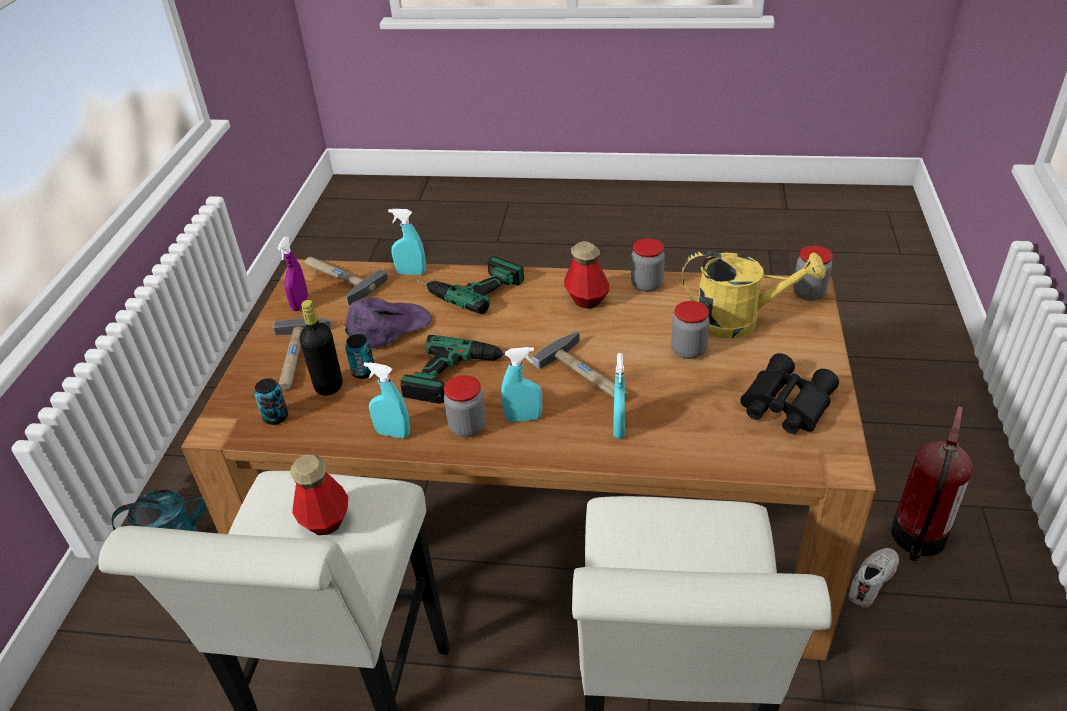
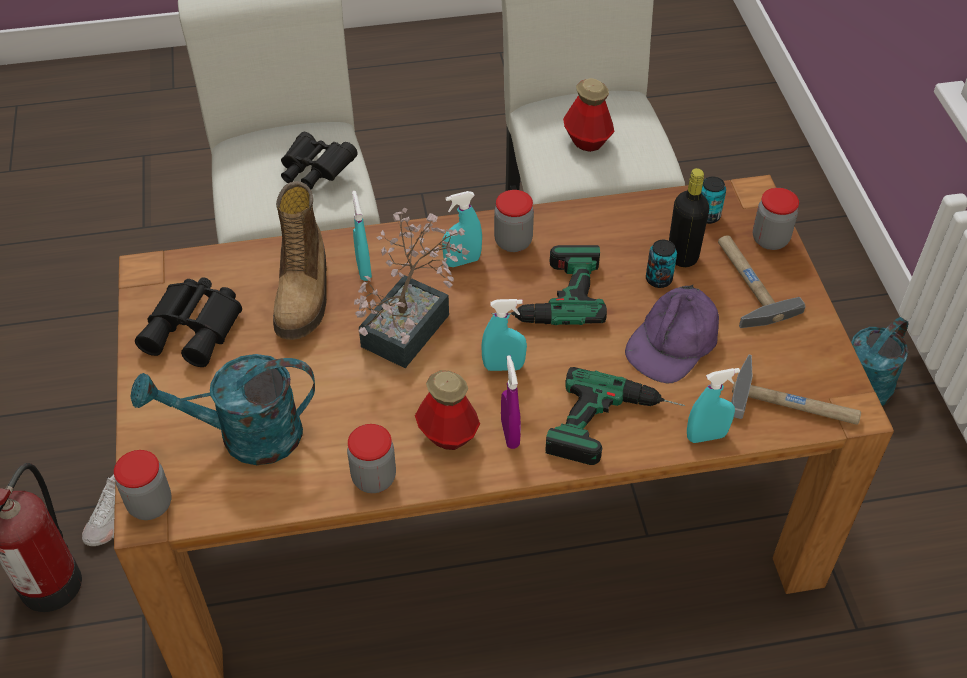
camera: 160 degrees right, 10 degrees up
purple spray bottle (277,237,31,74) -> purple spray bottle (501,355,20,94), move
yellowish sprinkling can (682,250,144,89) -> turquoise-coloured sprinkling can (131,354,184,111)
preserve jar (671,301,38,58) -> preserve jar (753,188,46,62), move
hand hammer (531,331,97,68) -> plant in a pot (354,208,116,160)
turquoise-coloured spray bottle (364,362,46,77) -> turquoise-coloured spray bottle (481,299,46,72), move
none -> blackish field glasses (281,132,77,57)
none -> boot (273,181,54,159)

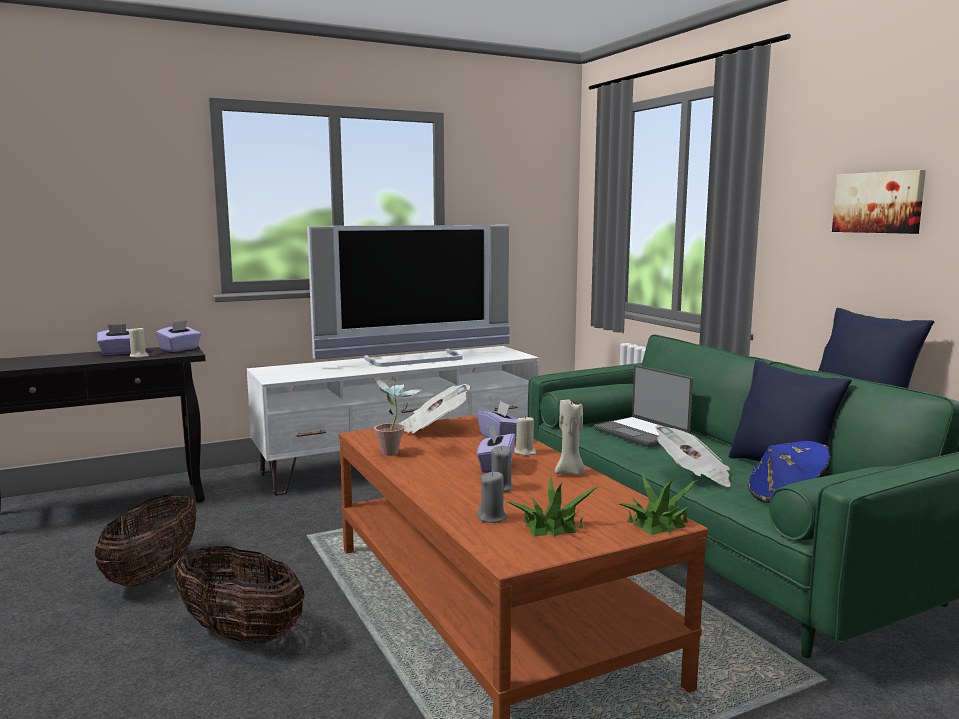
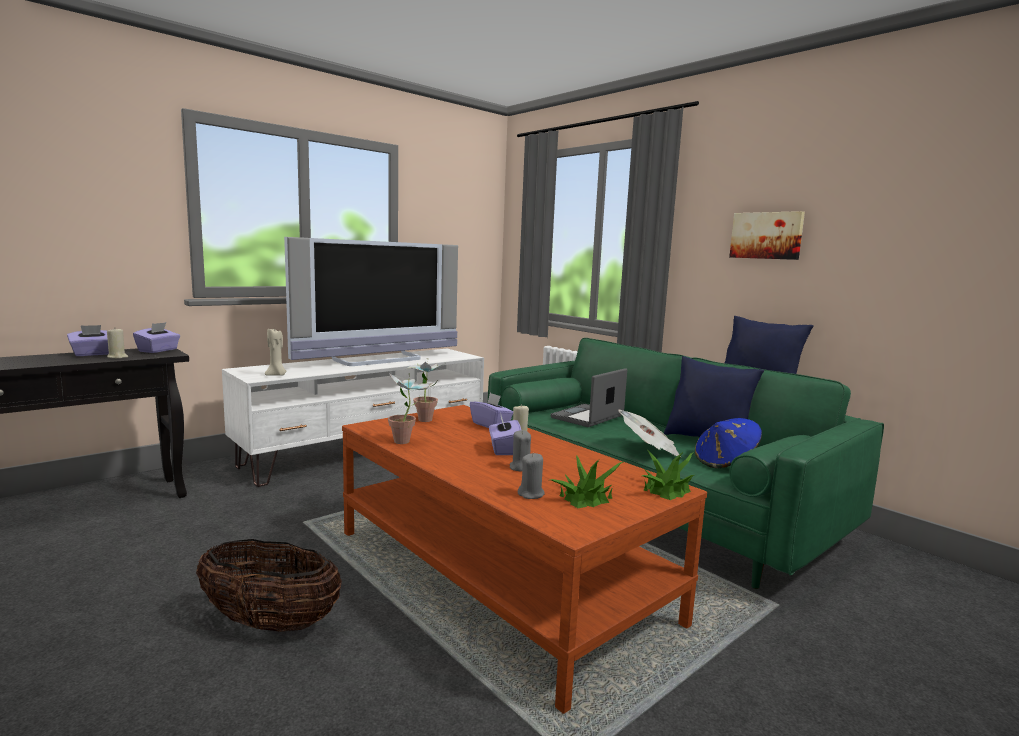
camera: 15 degrees left, 0 degrees up
laptop (594,365,99,82) -> laptop (550,368,77,59), 90 degrees clockwise
newspaper (398,384,73,50) -> plant in a pot (408,359,37,63)
beige-coloured wax candle (555,399,30,76) -> beige-coloured wax candle (265,329,22,47), move
household basket (95,494,101,92) -> none

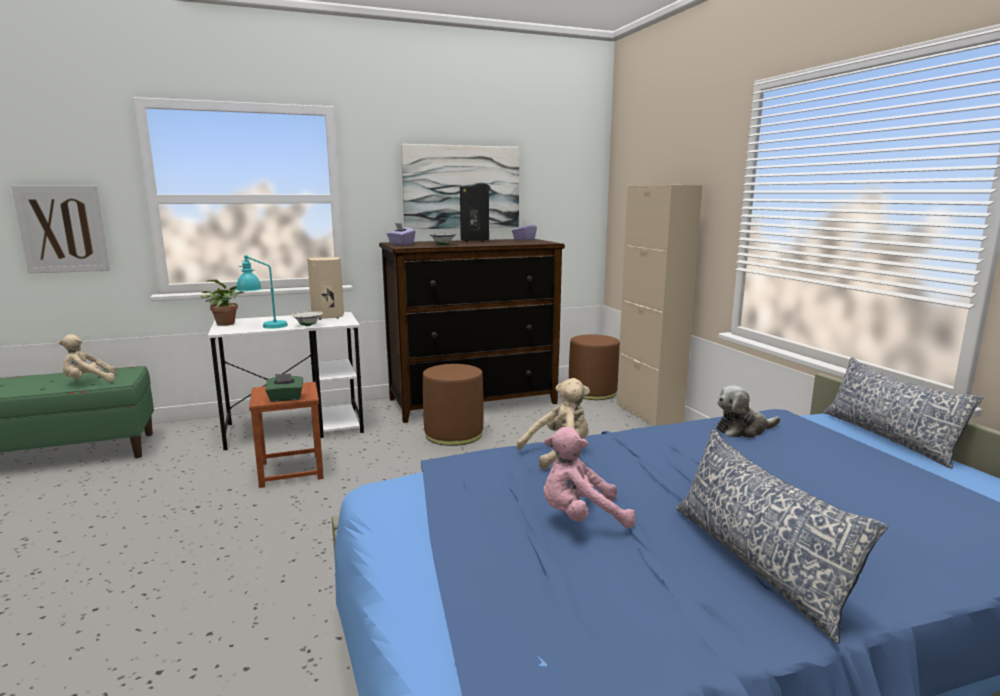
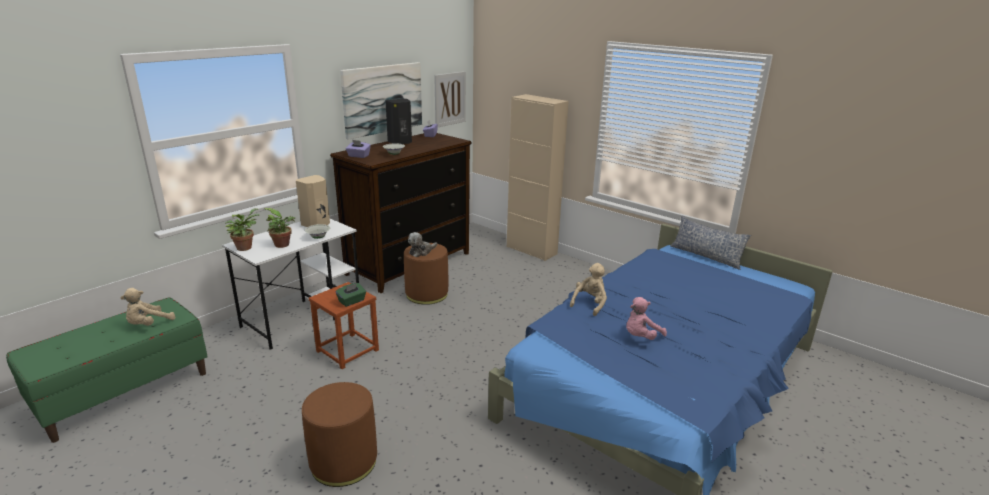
camera: 30 degrees left, 10 degrees up
wall art (12,185,98,89) -> wall art (434,71,32,56), move
turquoise-coloured tabletop lamp (236,255,52,74) -> plant in a pot (264,208,32,40)
brown-coloured pouffe (569,334,51,66) -> brown-coloured pouffe (302,382,75,105), move
cuddly toy (717,386,63,52) -> cuddly toy (408,232,29,25), move
throw pillow (676,429,212,215) -> none

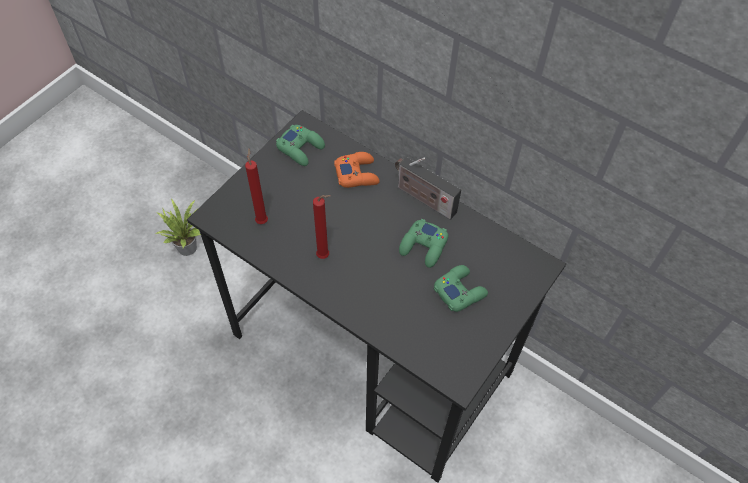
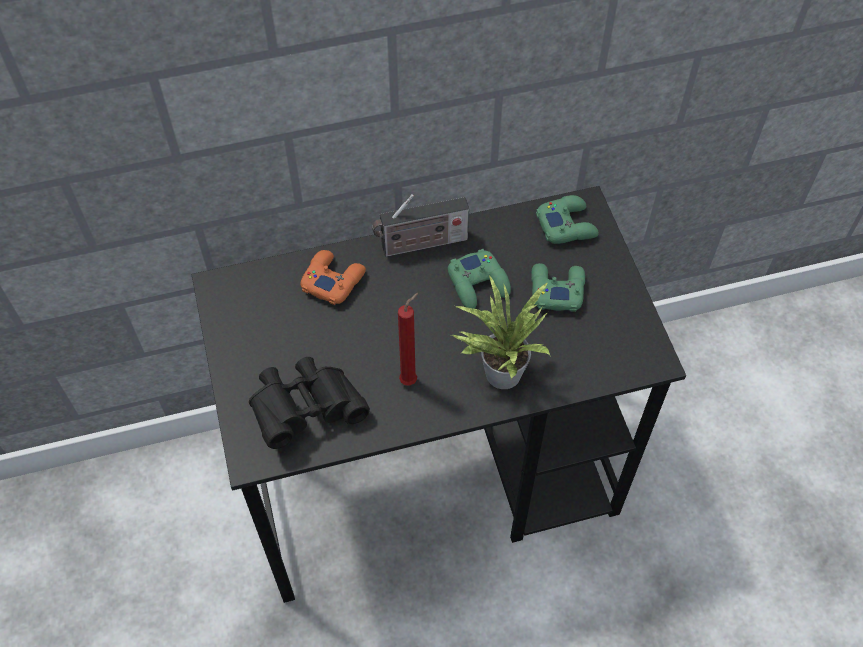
camera: 50 degrees left, 0 degrees up
green joypad (276,124,49,42) -> green joypad (536,195,63,49), move
red-coloured wax candle (245,149,23,75) -> blackish field glasses (249,357,121,92)
plant in a pot (156,198,45,58) -> plant in a pot (452,275,99,114), move

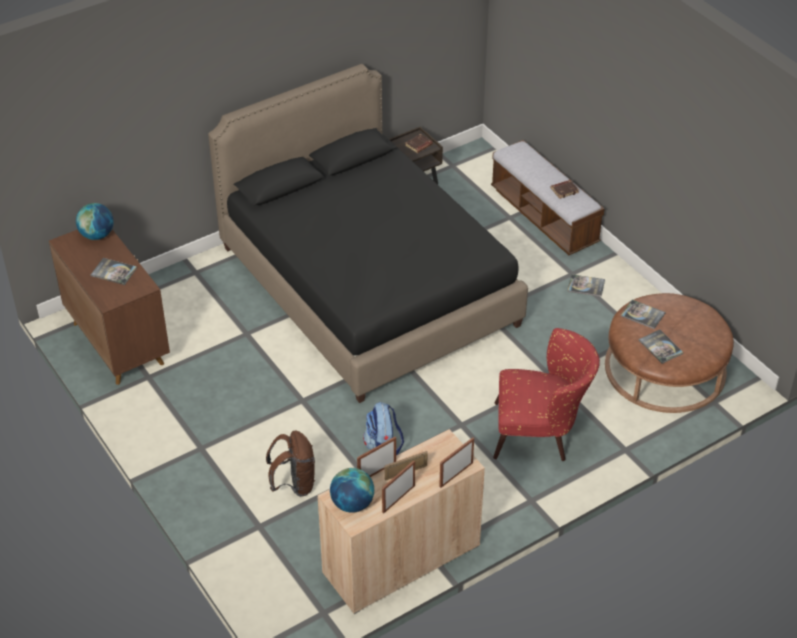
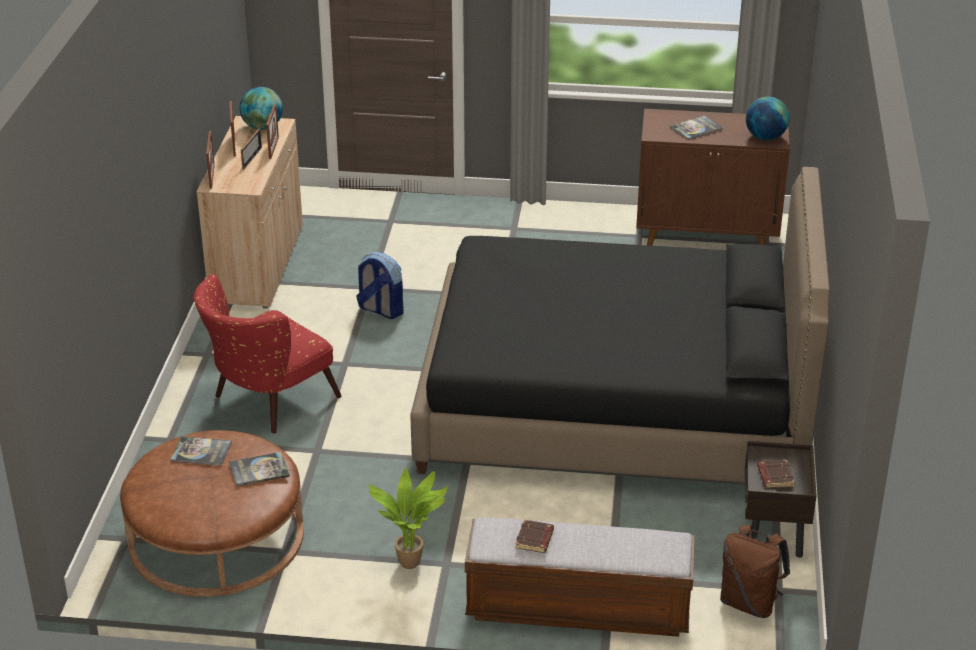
camera: 130 degrees right, 10 degrees down
volume (567,274,38,23) -> plant in a pot (369,468,79,101)
brown-coloured rucksack (266,431,49,66) -> brown-coloured rucksack (720,525,70,93), move

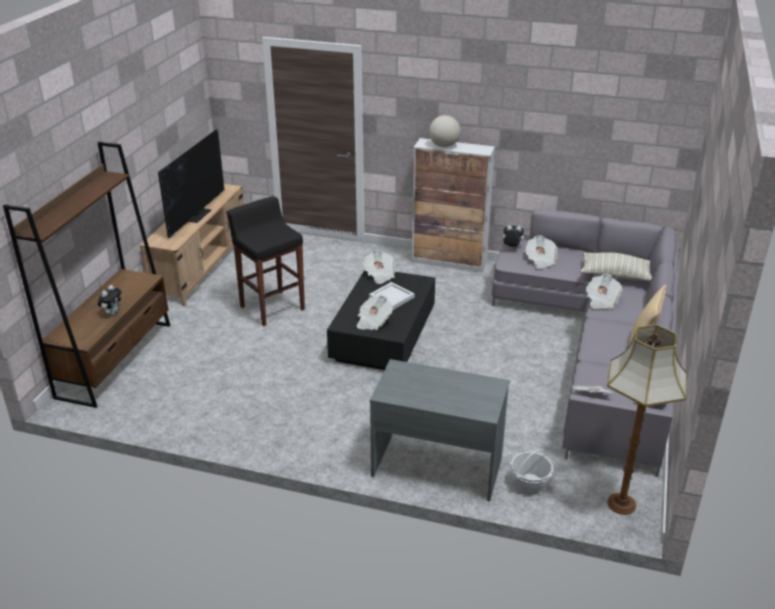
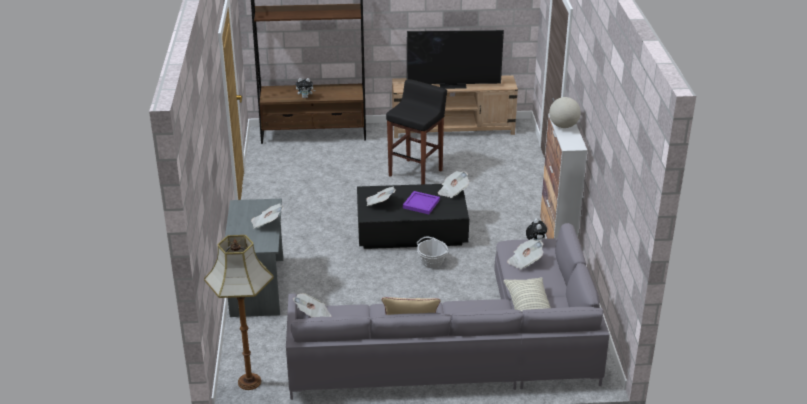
camera: 70 degrees right, 0 degrees up
newspaper (586,274,36,35) -> newspaper (251,204,32,24), move
white tray (369,282,46,28) -> purple tray (403,191,37,23)
household basket (510,449,43,44) -> household basket (417,237,32,31), move

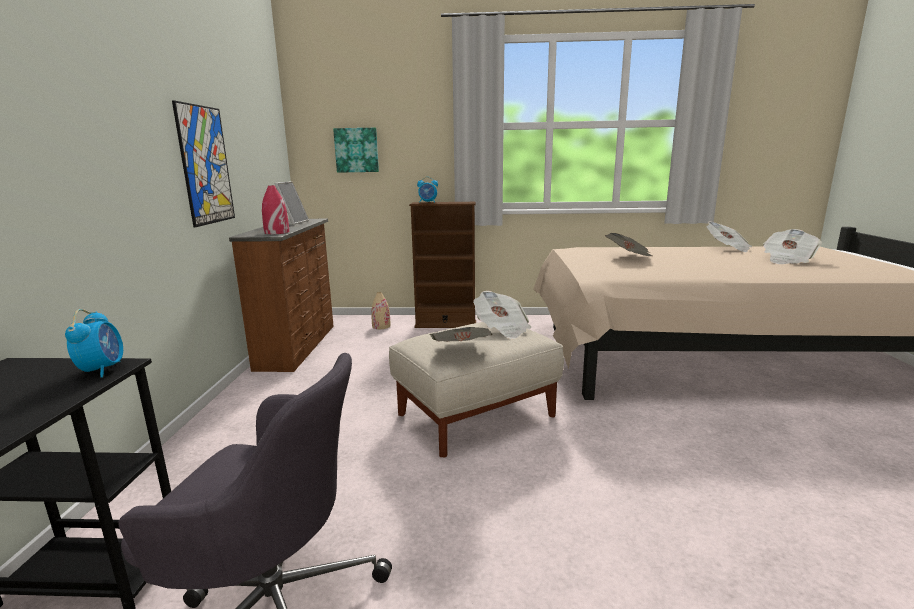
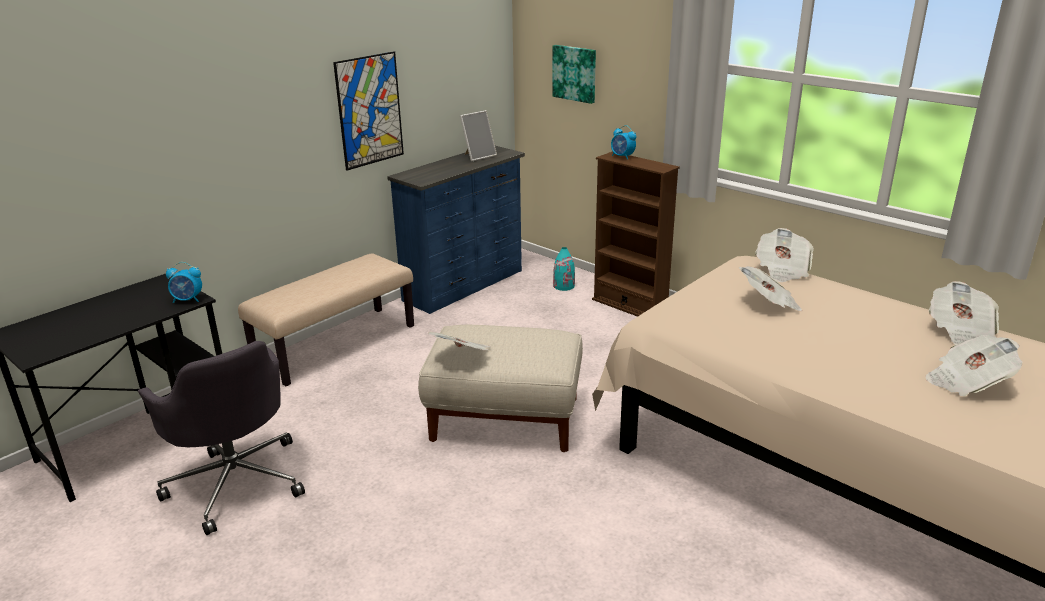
camera: 40 degrees right, 10 degrees up
red-coloured flower vase (262,185,27,49) -> none
brown-coloured drawer chest (229,219,105,153) -> blue drawer chest (387,146,138,168)
newspaper (473,291,58,48) -> newspaper (755,228,59,54), move
beige-coloured flower vase (371,292,20,37) -> turquoise-coloured flower vase (553,247,22,44)
table clock (65,309,58,69) -> table clock (166,262,36,41), 60 degrees clockwise
none -> beige-coloured long seat (238,253,176,133)

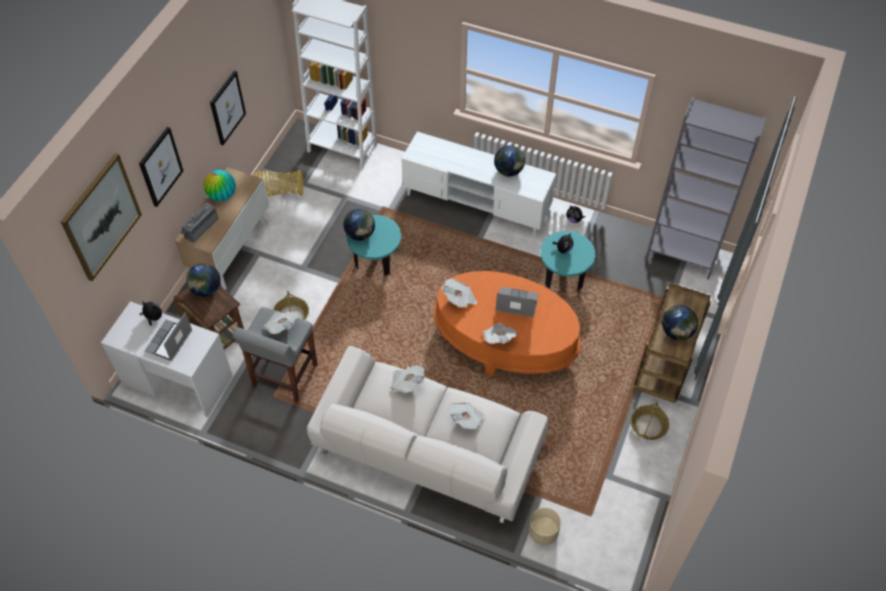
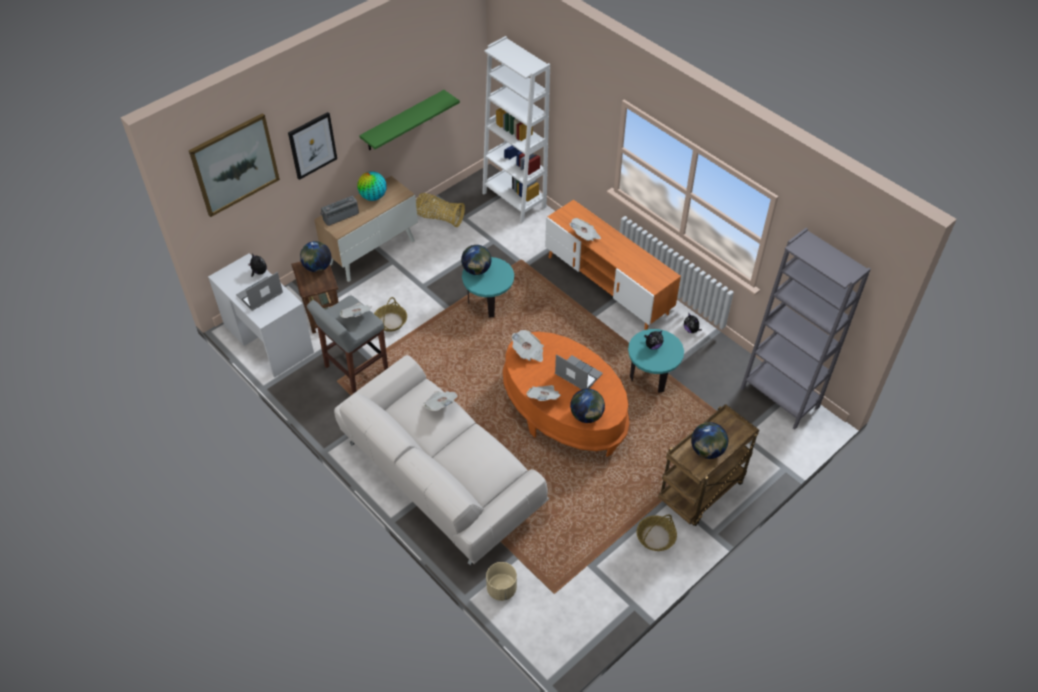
camera: 25 degrees right, 5 degrees down
wall art (210,71,36,74) -> green wall shelf (359,90,101,61)
white tv unit (401,132,155,104) -> orange tv unit (545,200,136,130)
globe (494,145,31,31) -> globe (570,389,35,34), move
newspaper (448,402,38,27) -> newspaper (569,218,32,23), move

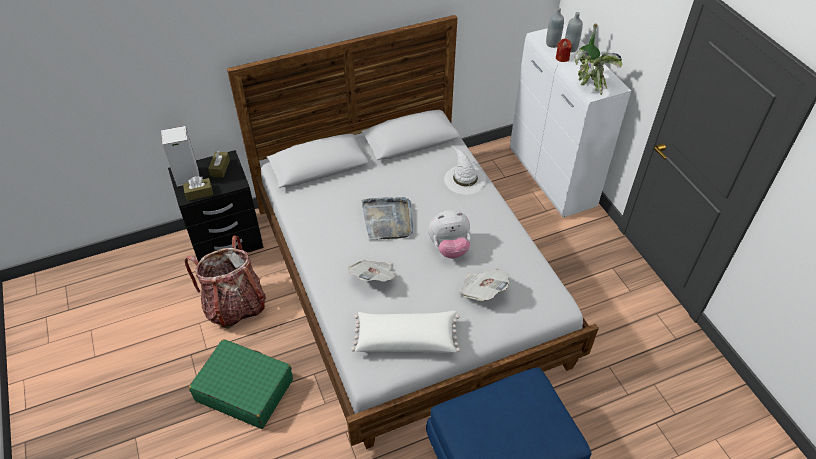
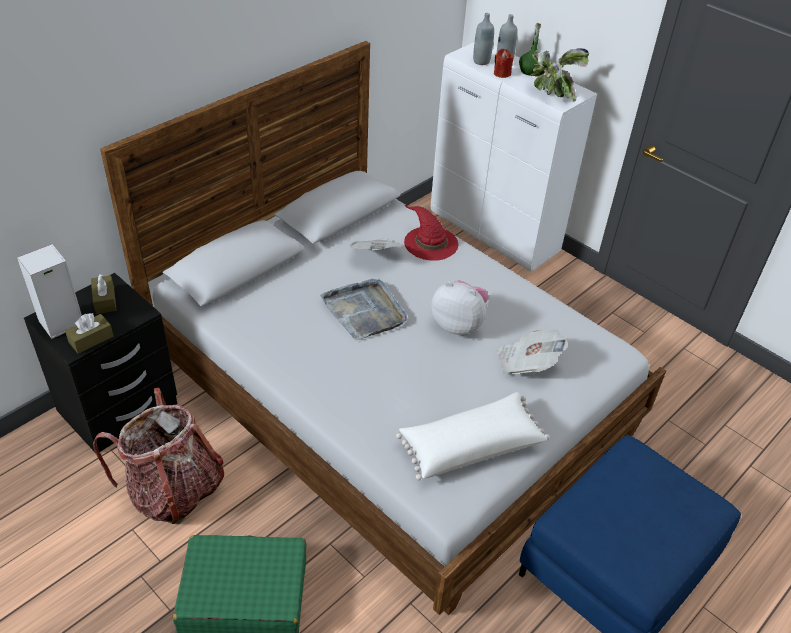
camera: 25 degrees left, 5 degrees down
white wearable hat (444,146,42,49) -> red-coloured wearable hat (404,204,54,57)
cuddly toy (428,210,43,49) -> cuddly toy (431,280,58,55), 120 degrees counterclockwise
newspaper (348,260,48,21) -> newspaper (349,238,55,12), move

